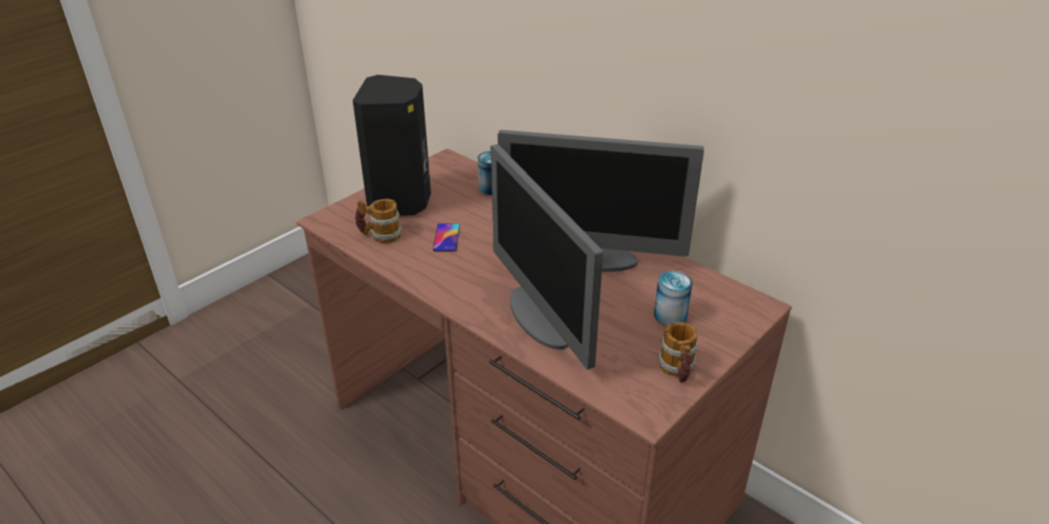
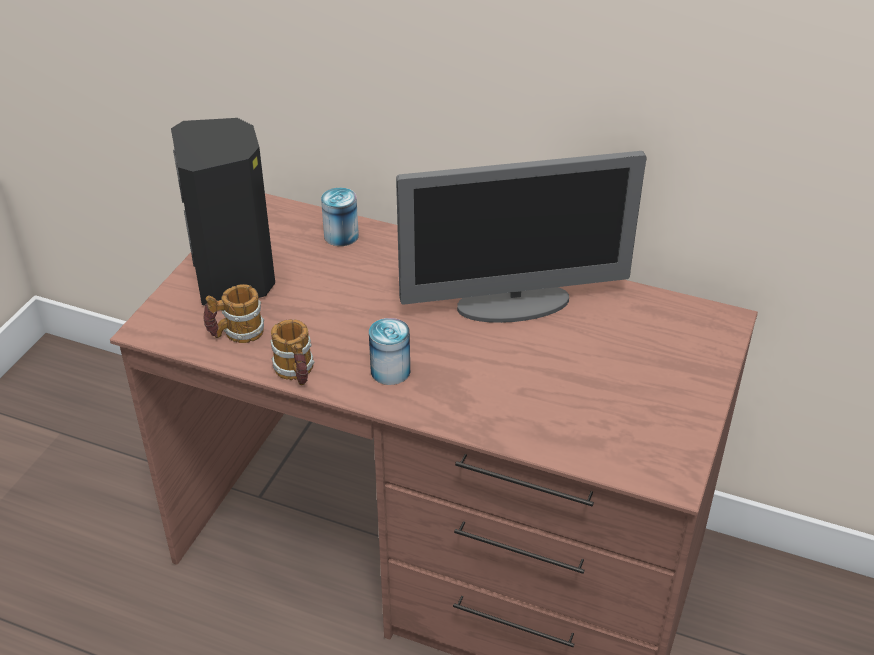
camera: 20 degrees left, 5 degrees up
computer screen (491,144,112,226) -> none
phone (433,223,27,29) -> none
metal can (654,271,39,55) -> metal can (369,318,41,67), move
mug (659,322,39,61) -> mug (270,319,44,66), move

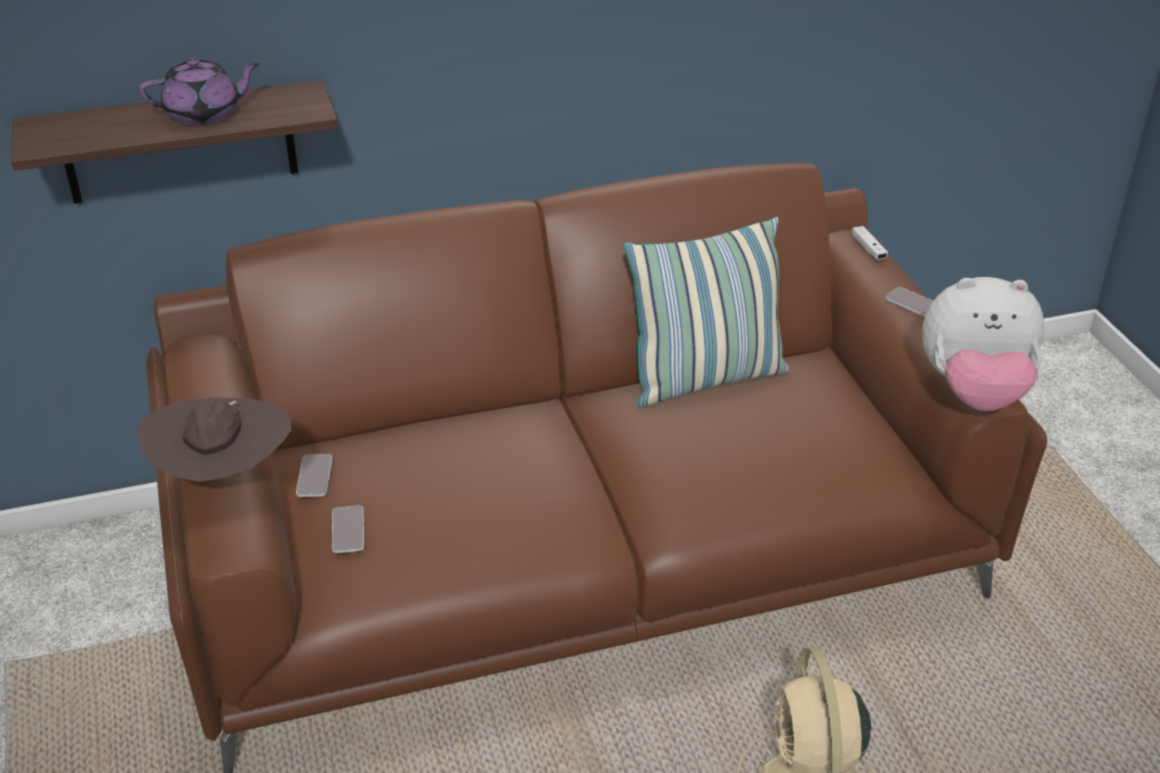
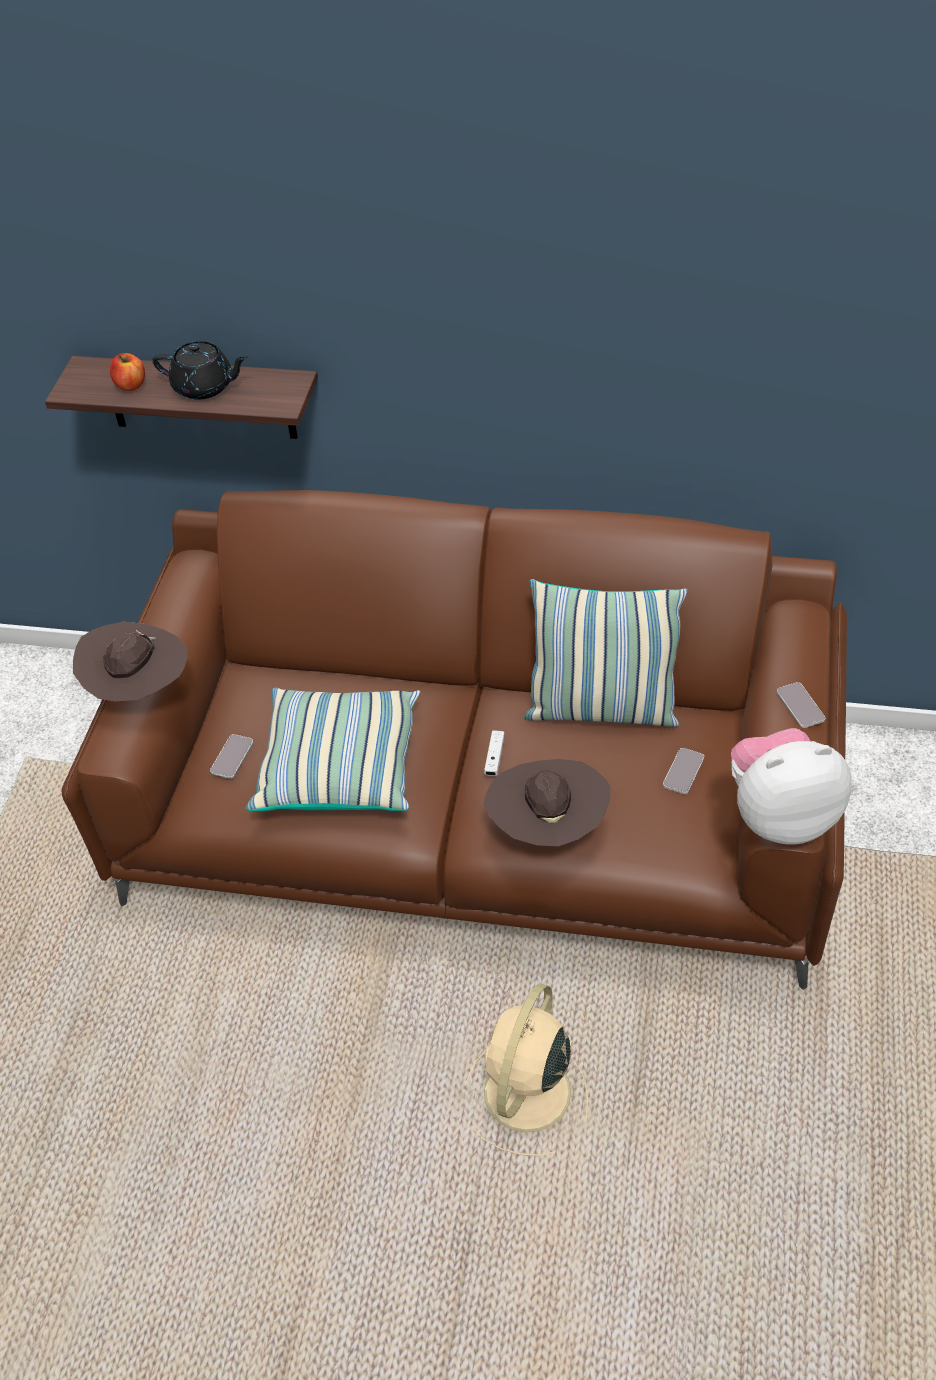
camera: 30 degrees right, 10 degrees up
purple pot for tea (139,58,121,67) -> blackish pot for tea (152,341,97,58)
white joypad (852,226,36,34) -> white joypad (484,730,21,46), move
cuddly toy (922,277,122,134) -> cuddly toy (731,728,121,117), 135 degrees clockwise
phone (296,454,37,43) -> phone (663,748,41,46), move
none -> apple fruit (110,353,35,38)
none -> throw pillow (246,688,174,123)
none -> brown-coloured wearable hat (483,759,128,87)

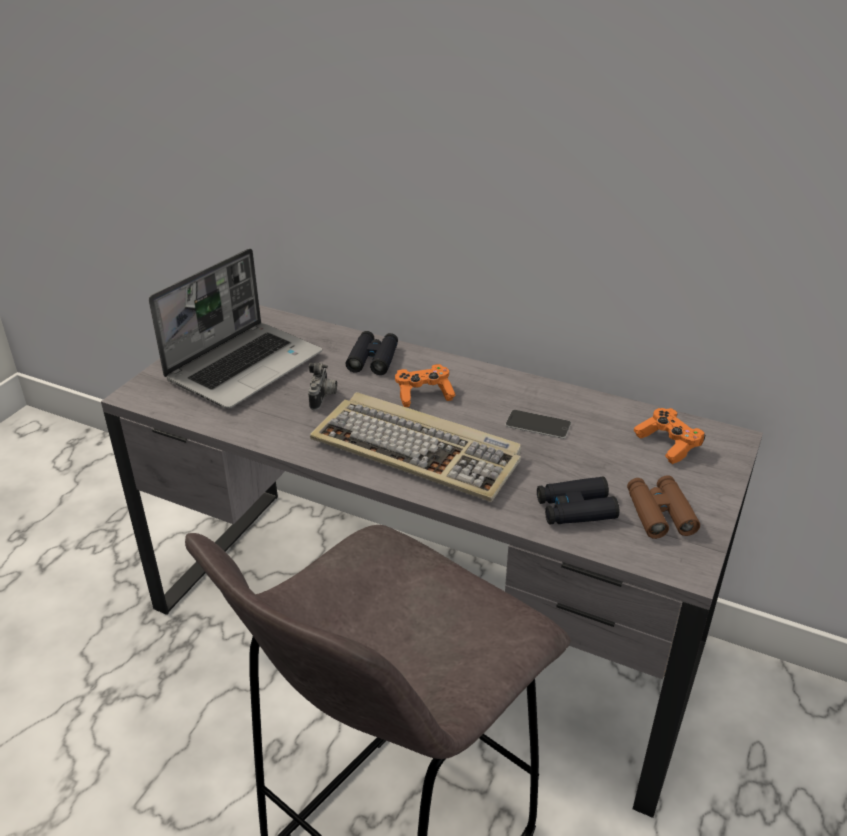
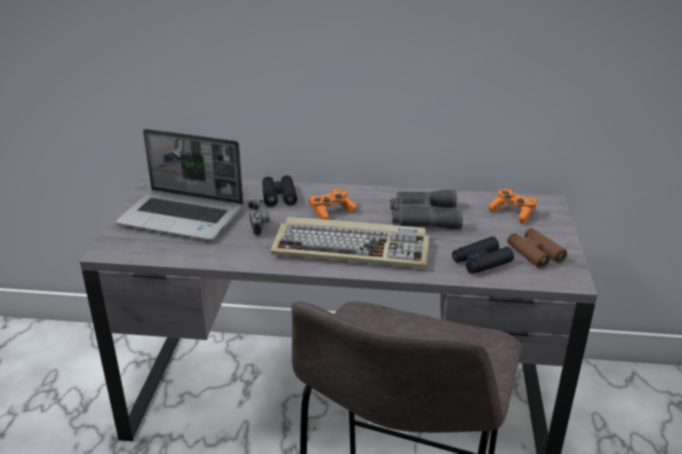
camera: 20 degrees left, 5 degrees down
laptop (149,248,173,161) -> laptop (116,129,127,111), 90 degrees clockwise
phone (505,410,66,29) -> gray field glasses (391,190,72,39)

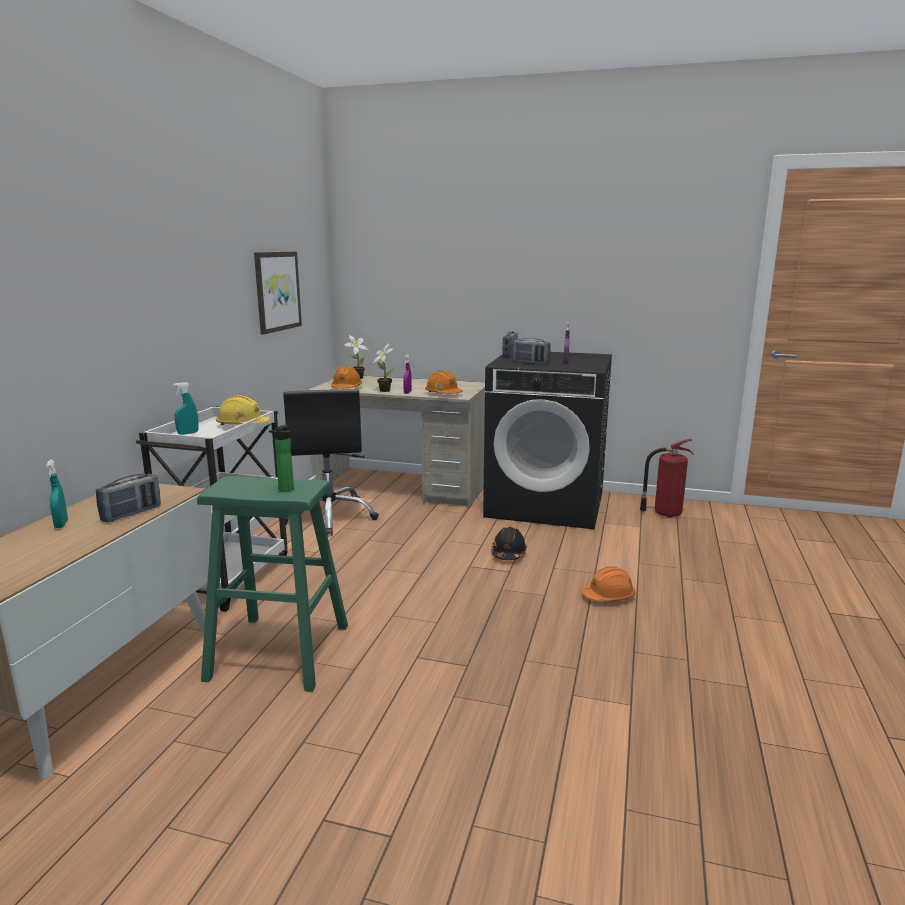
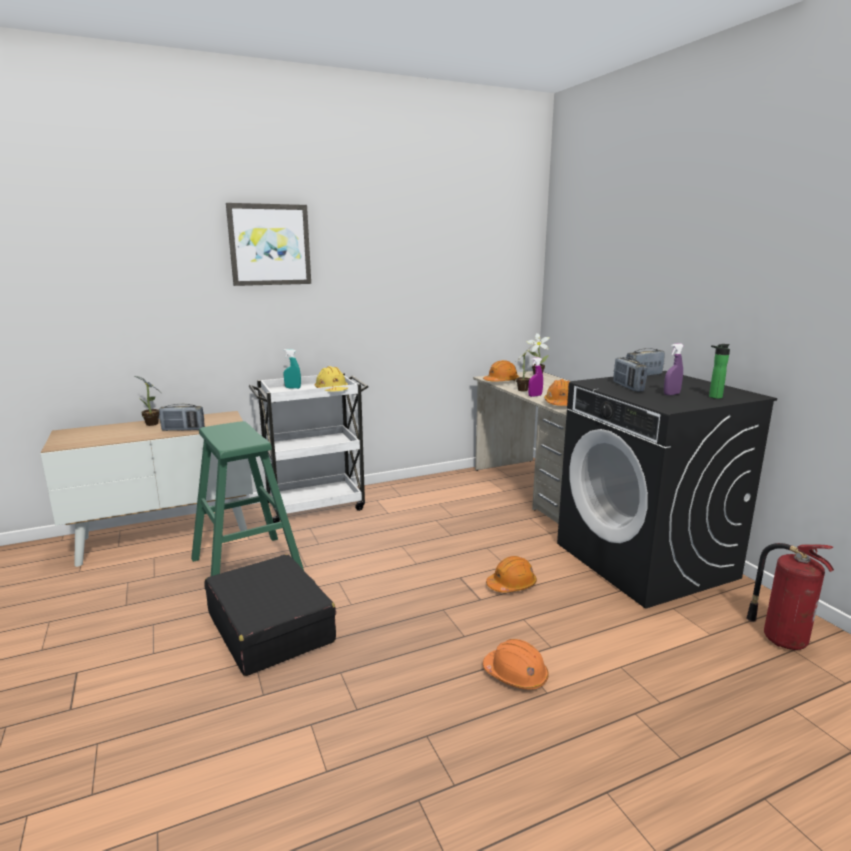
camera: 50 degrees right, 0 degrees up
wall art (254,252,48,83) -> wall art (226,203,85,83), move
blackish office chair (283,389,96,147) -> none
bottle (269,425,25,67) -> bottle (709,344,21,55), move
turquoise-coloured spray bottle (46,460,22,68) -> plant in a pot (135,376,25,50)
blackish work helmet (491,527,36,33) -> orange work helmet (486,556,51,37)
none -> blackish suitcase (205,554,131,122)

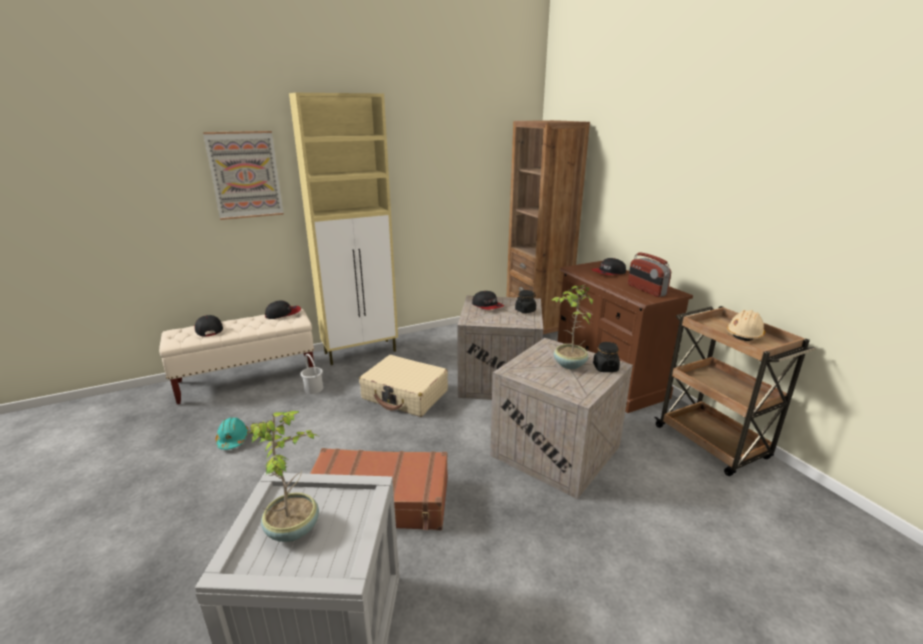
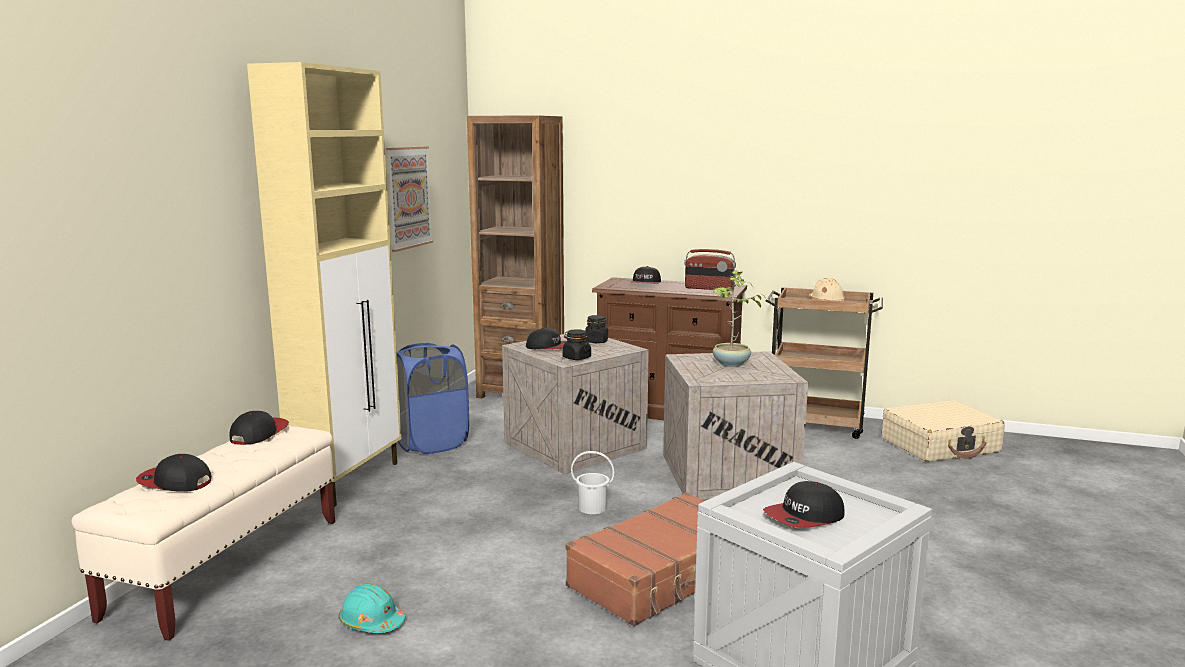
camera: 45 degrees left, 10 degrees down
wall art (203,131,81,89) -> wall art (386,146,47,106), move
blackish preserve jar (593,342,27,30) -> blackish preserve jar (562,329,29,31), move
white bucket (300,354,23,40) -> white bucket (571,451,44,63), move
beige-coloured suitcase (359,355,89,62) -> beige-coloured suitcase (882,400,122,62), move
plant in a pot (249,411,70,131) -> cap (763,481,81,47)
none -> blue laundry basket (397,342,72,112)

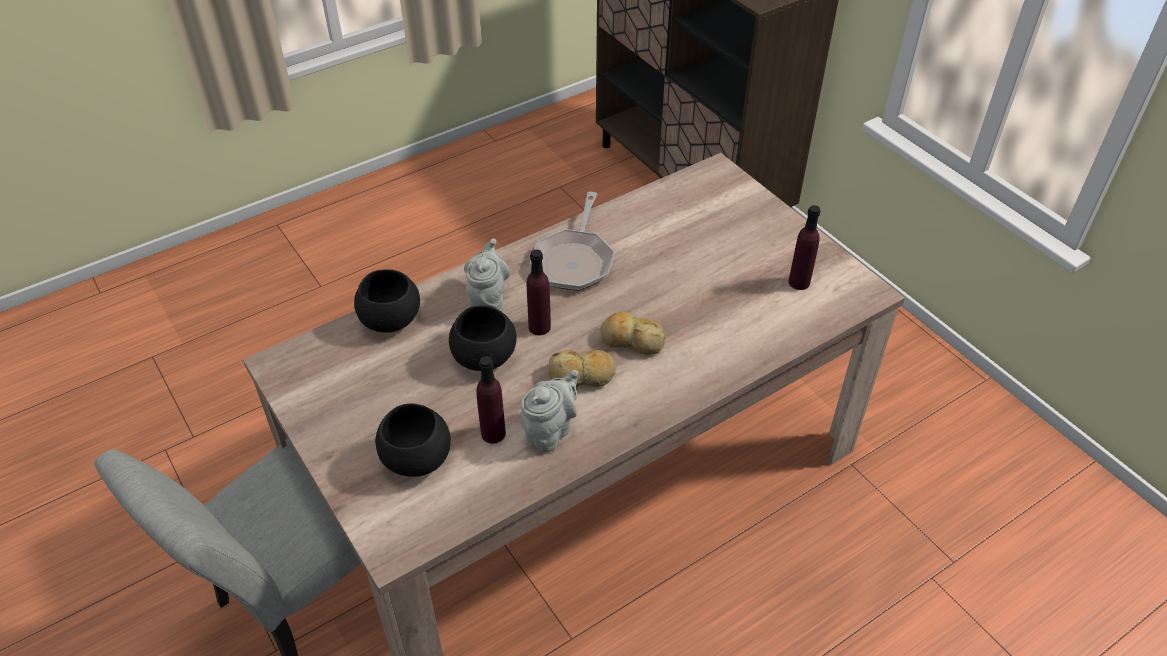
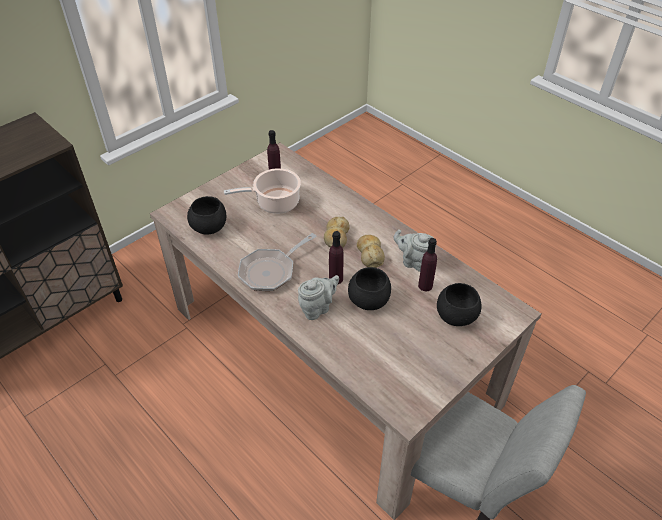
camera: 100 degrees left, 0 degrees up
skillet (530,192,85,99) -> skillet (238,233,79,58), 135 degrees clockwise
gray pot for tea (464,239,46,73) -> gray pot for tea (298,275,41,45), 150 degrees clockwise
blackish deep dish (354,269,66,64) -> blackish deep dish (187,196,39,39), move
none -> saucepot (224,168,77,46)

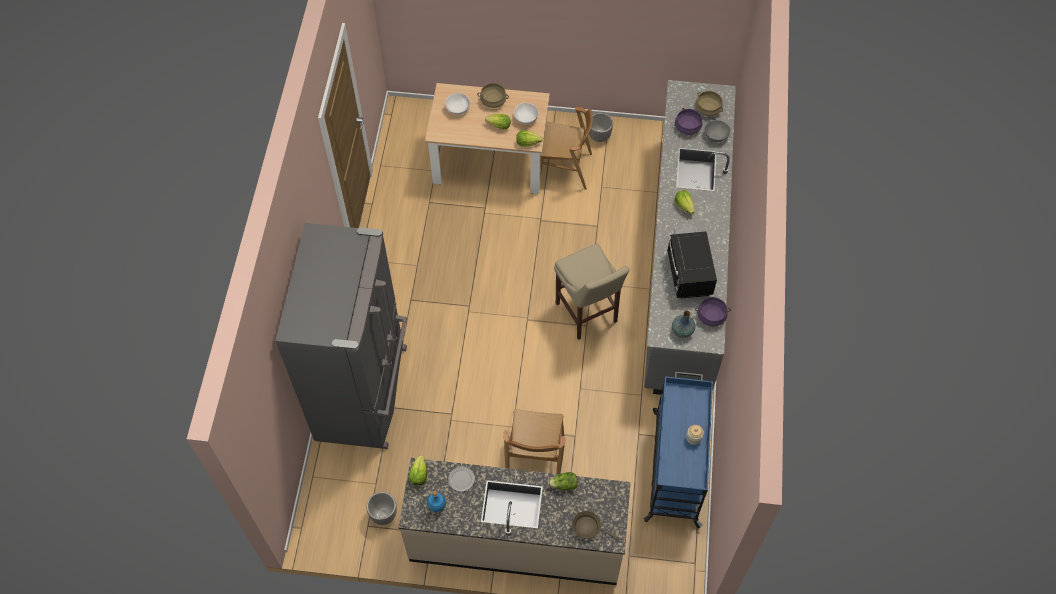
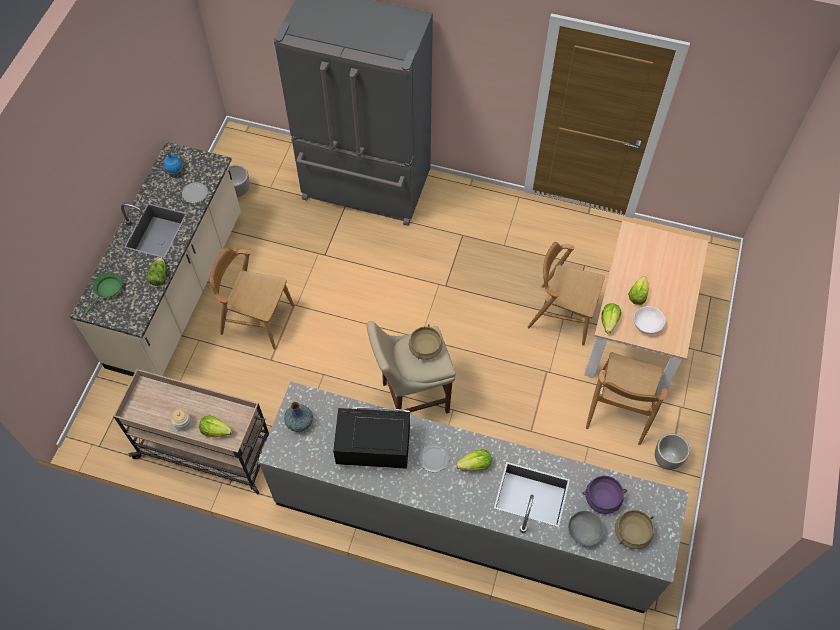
camera: 100 degrees right, 0 degrees up
beige-coloured saucepot (477,83,32,25) -> beige-coloured saucepot (409,325,34,35), move
white deep dish (445,93,25,22) -> none
purple saucepot (695,297,36,30) -> none
blue wheeled cart (644,372,69,156) -> beige-coloured wheeled cart (113,369,156,125)
head of lettuce (408,455,19,31) -> head of lettuce (199,415,34,22), move
brown-coloured skillet (572,511,49,29) -> green skillet (84,272,39,43)
none -> brown-coloured upright chair (527,242,78,104)

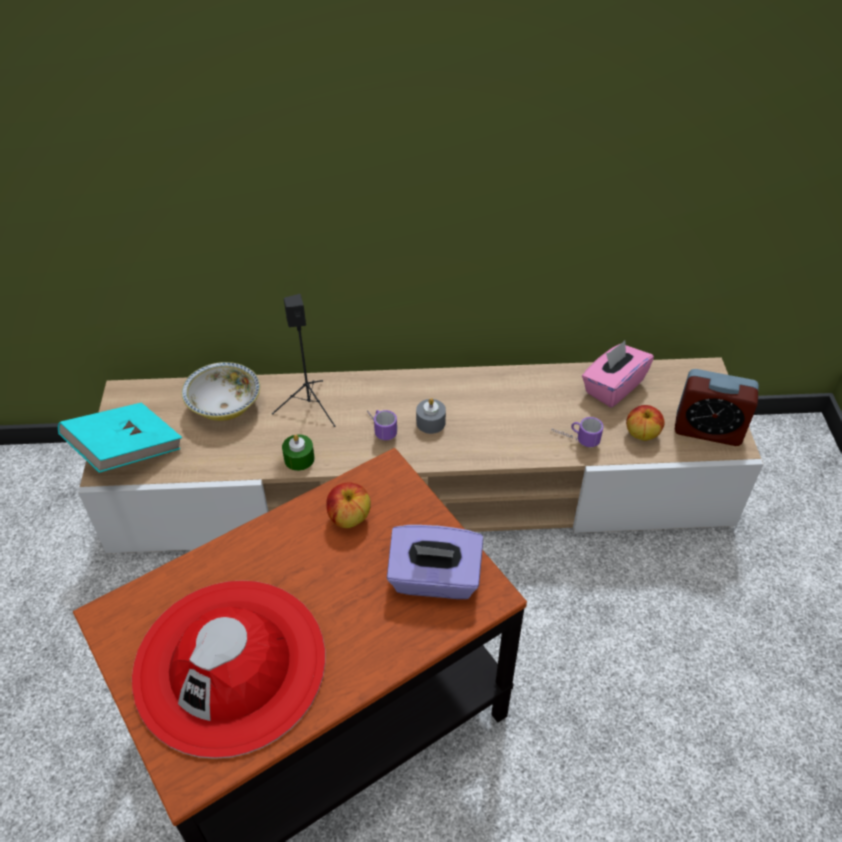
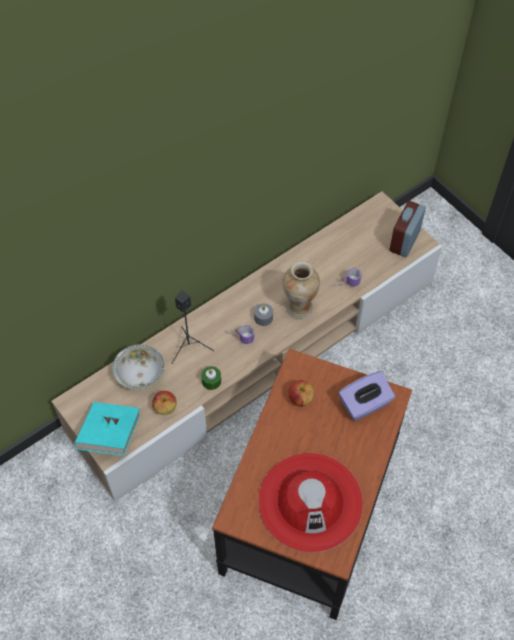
camera: 35 degrees left, 10 degrees up
pinkish tissue holder (582,341,72,67) -> none
table clock (675,369,84,77) -> table clock (390,201,36,56), 135 degrees clockwise
apple fruit (626,405,39,36) -> apple fruit (152,391,25,24), move
none -> flower vase (283,261,37,58)

